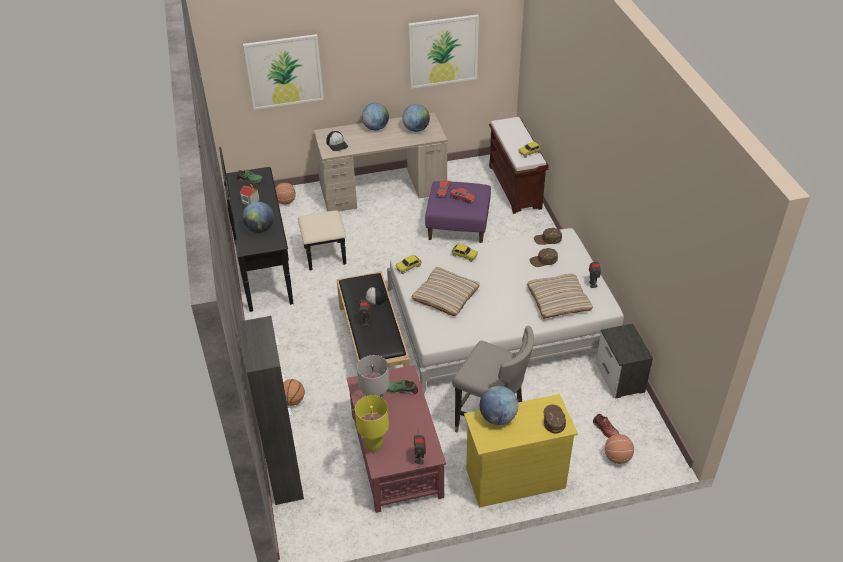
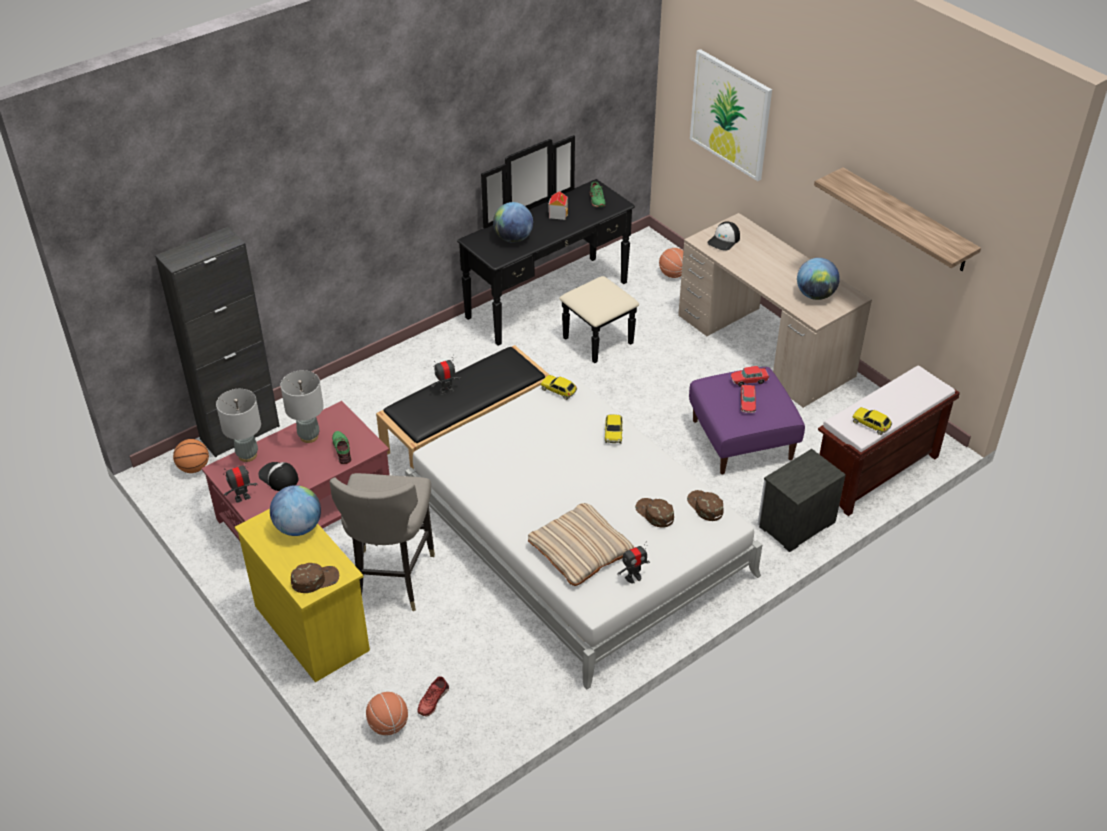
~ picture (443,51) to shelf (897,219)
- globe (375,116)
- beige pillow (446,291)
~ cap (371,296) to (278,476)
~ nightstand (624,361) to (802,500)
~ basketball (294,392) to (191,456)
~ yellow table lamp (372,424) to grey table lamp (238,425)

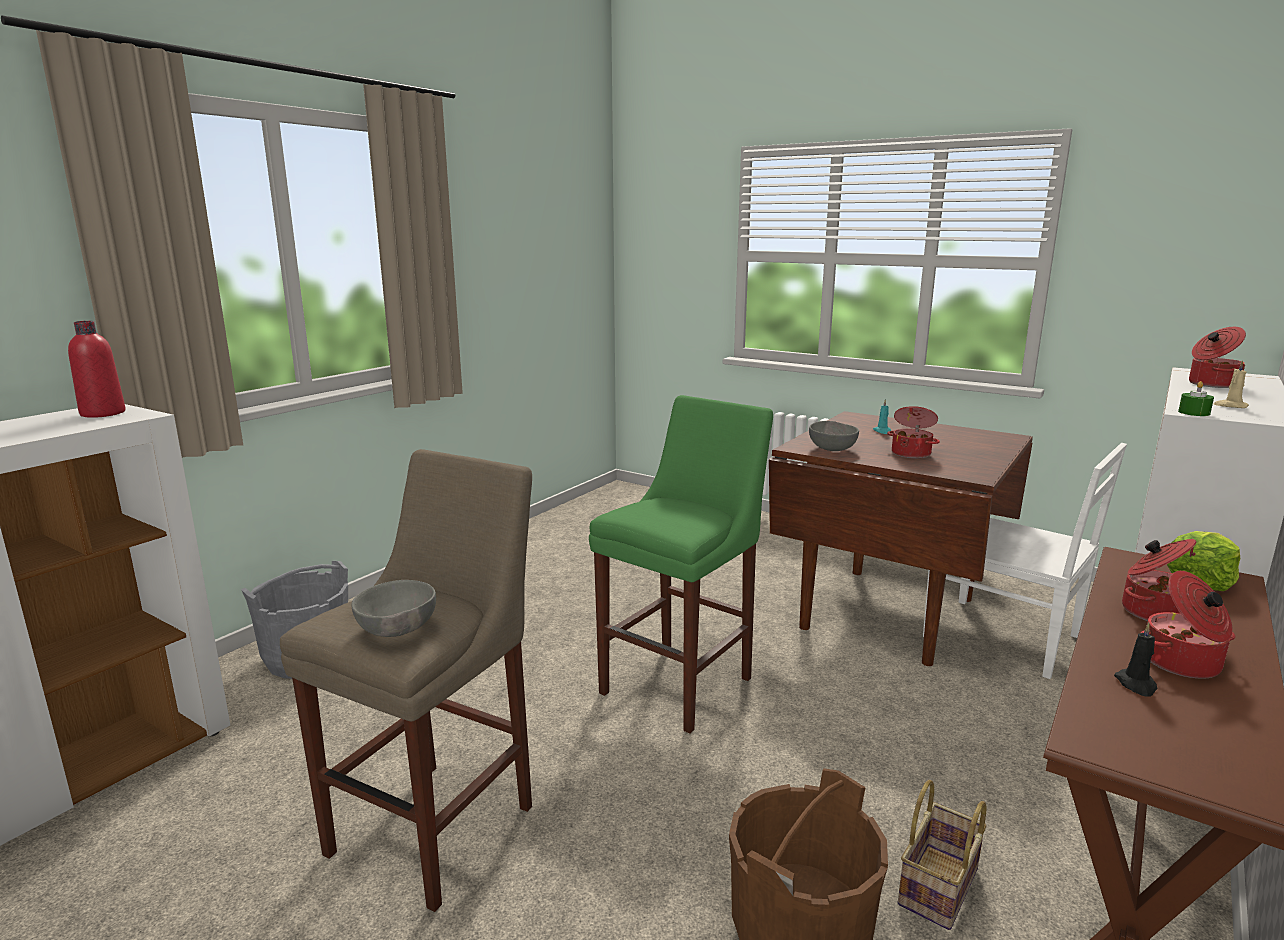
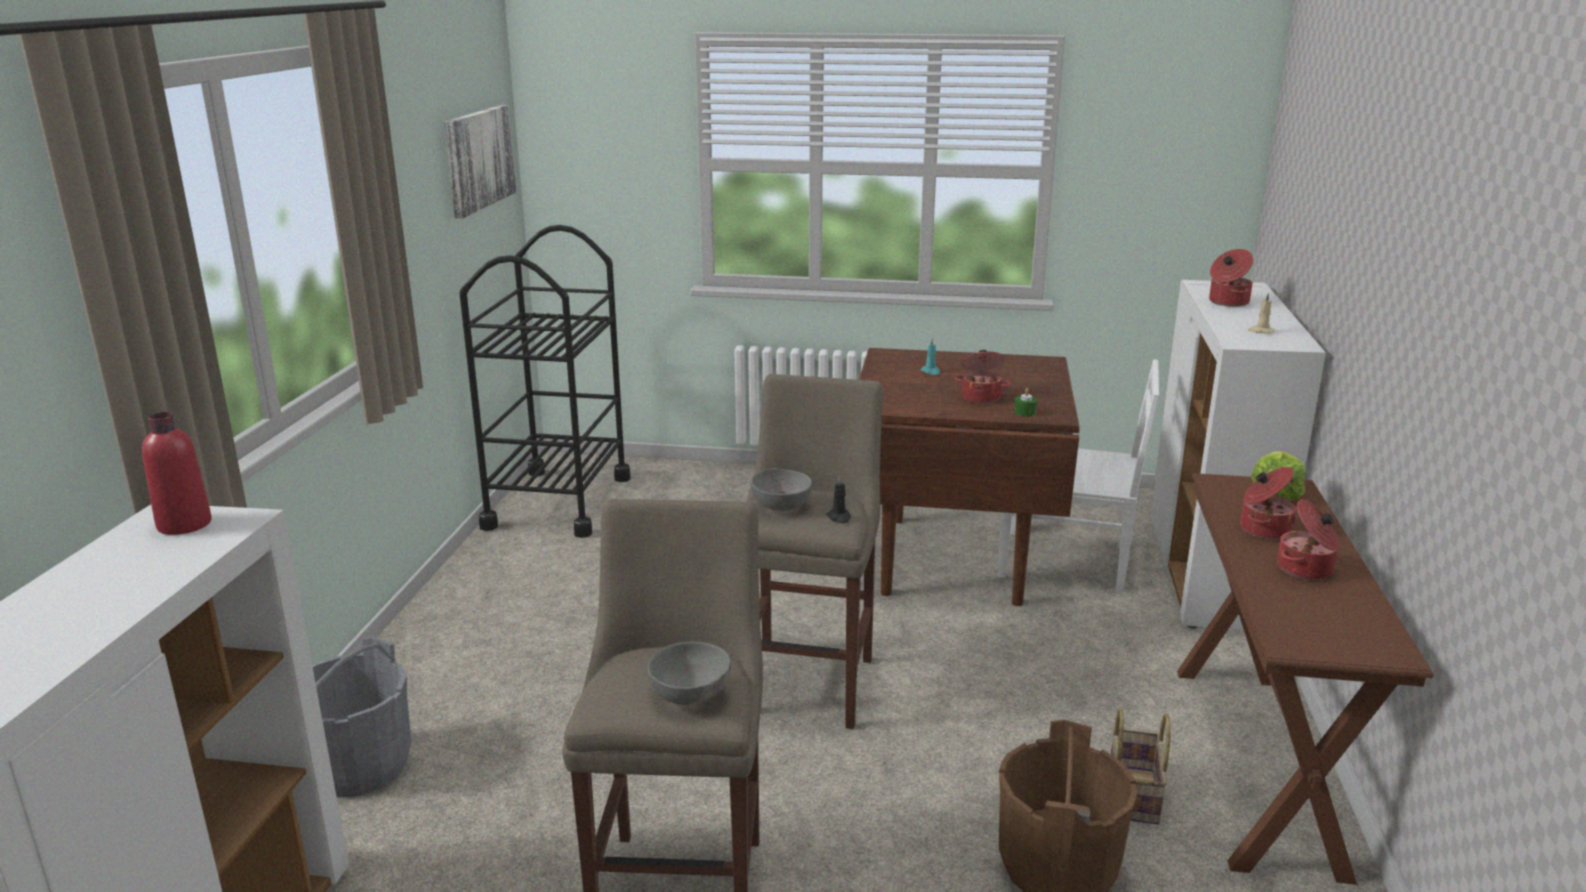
~ green candle (1196,398) to (1025,402)
~ green stool (681,564) to beige stool (814,551)
~ grey bowl (834,436) to (781,489)
~ black candle (1135,660) to (838,499)
+ picture (480,161)
+ black cart (545,381)

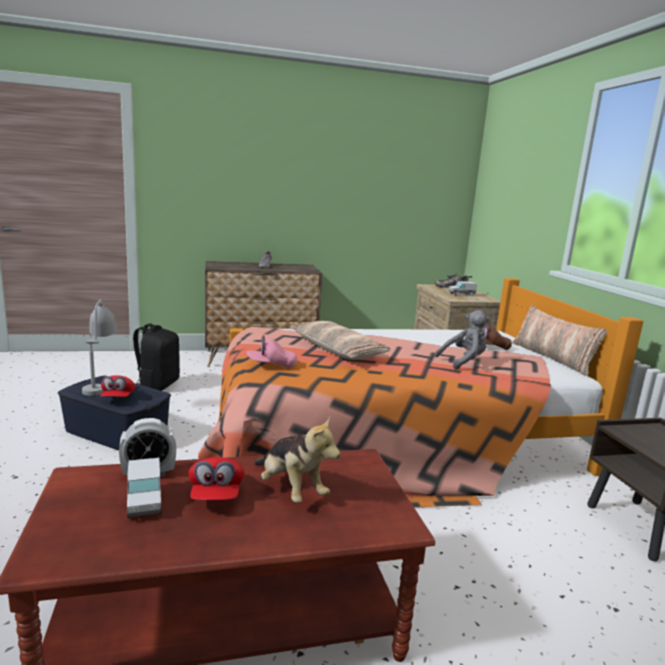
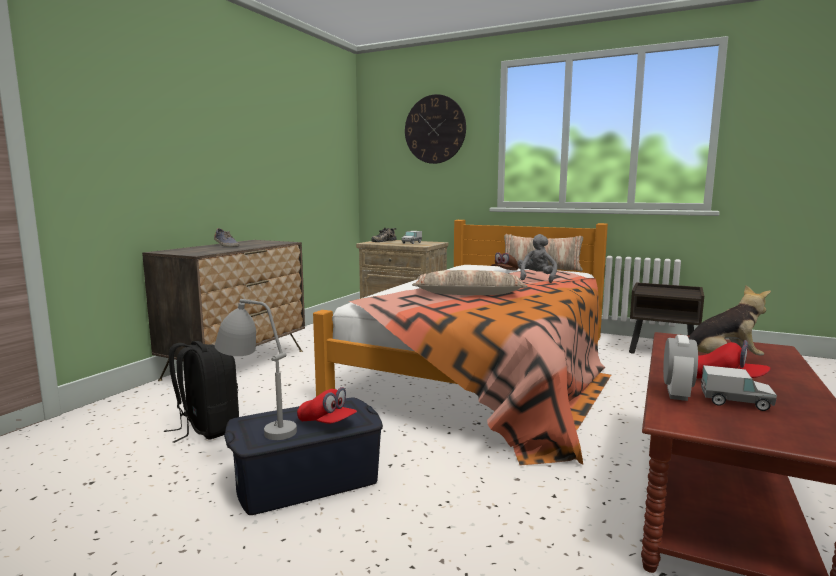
- pink cap (271,351)
+ wall clock (435,129)

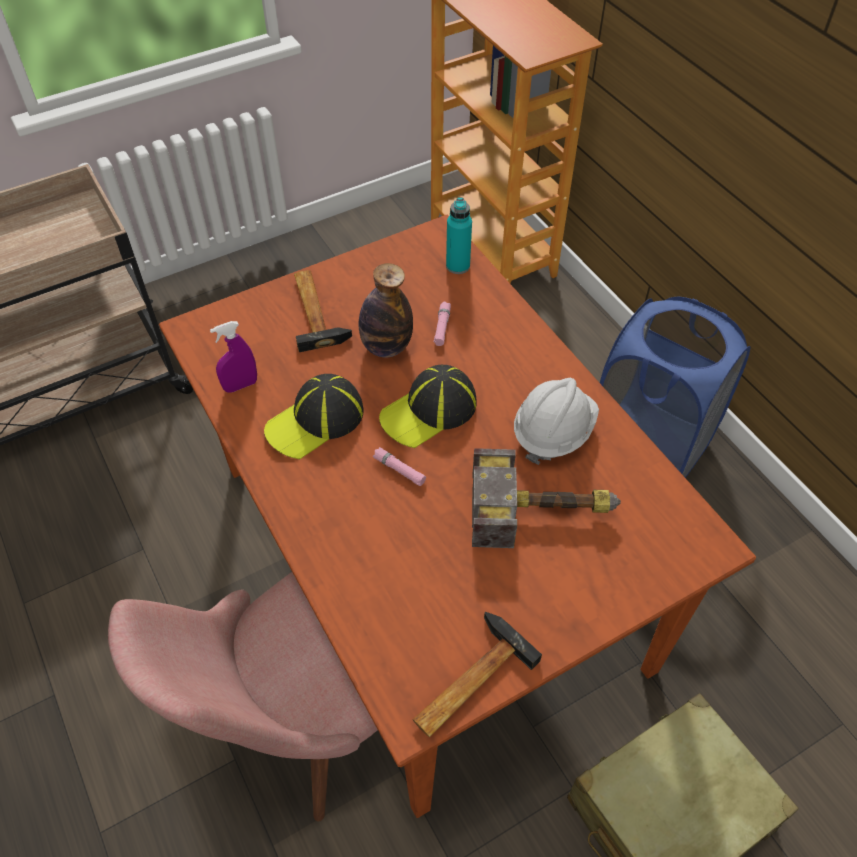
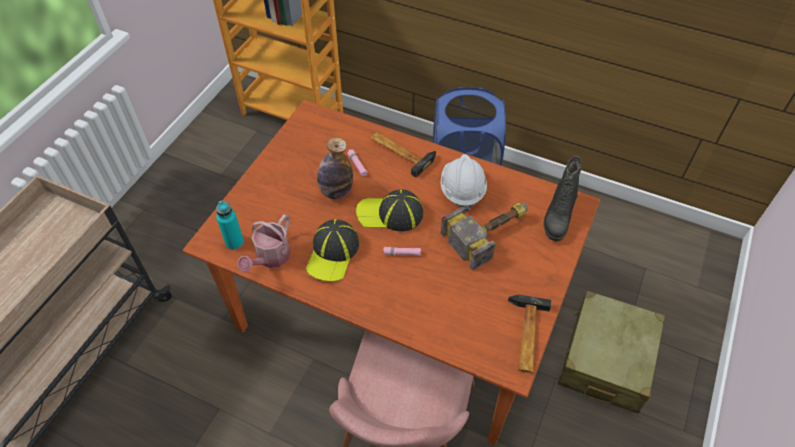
~ turquoise bottle (459,235) to (230,225)
~ hammer (323,311) to (403,155)
~ purple spray bottle (233,357) to watering can (264,243)
~ cap (428,406) = (389,210) 75 degrees clockwise
+ black boot (562,199)

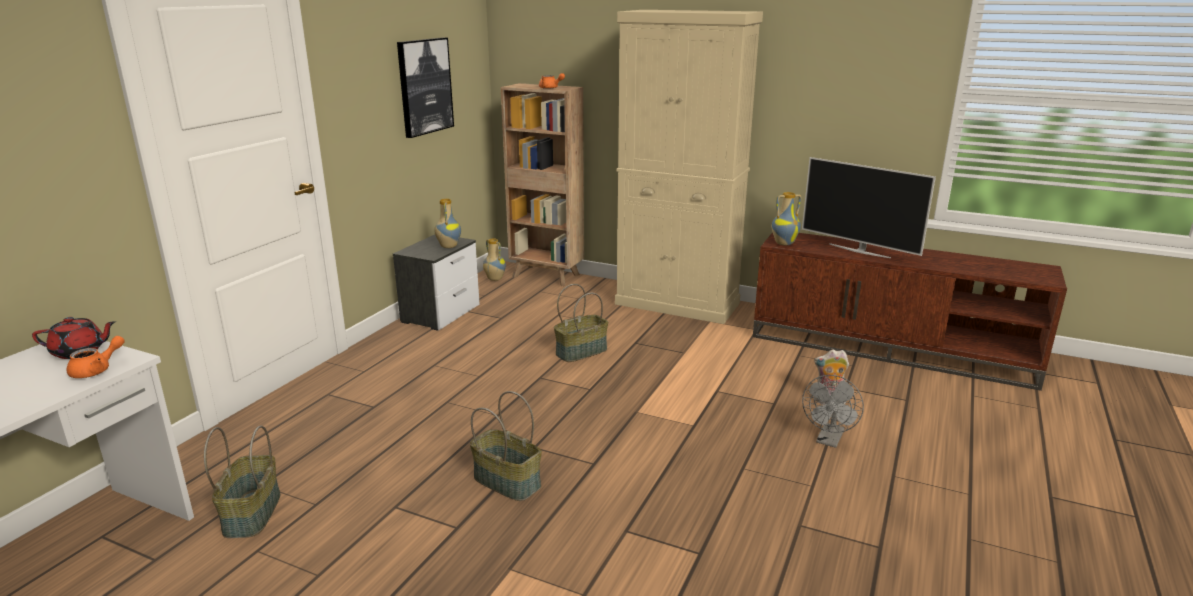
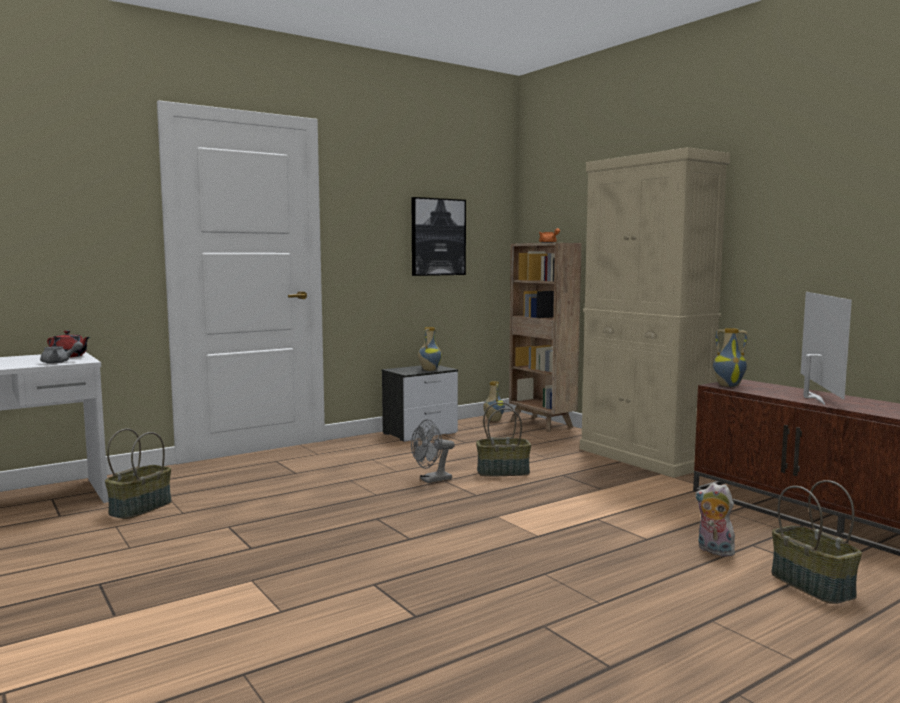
~ television (869,207) = (826,348) 150 degrees counterclockwise
~ orange teapot (95,357) to grey teapot (61,352)
~ grey fan (833,411) to (433,451)
~ basket (506,446) to (816,542)

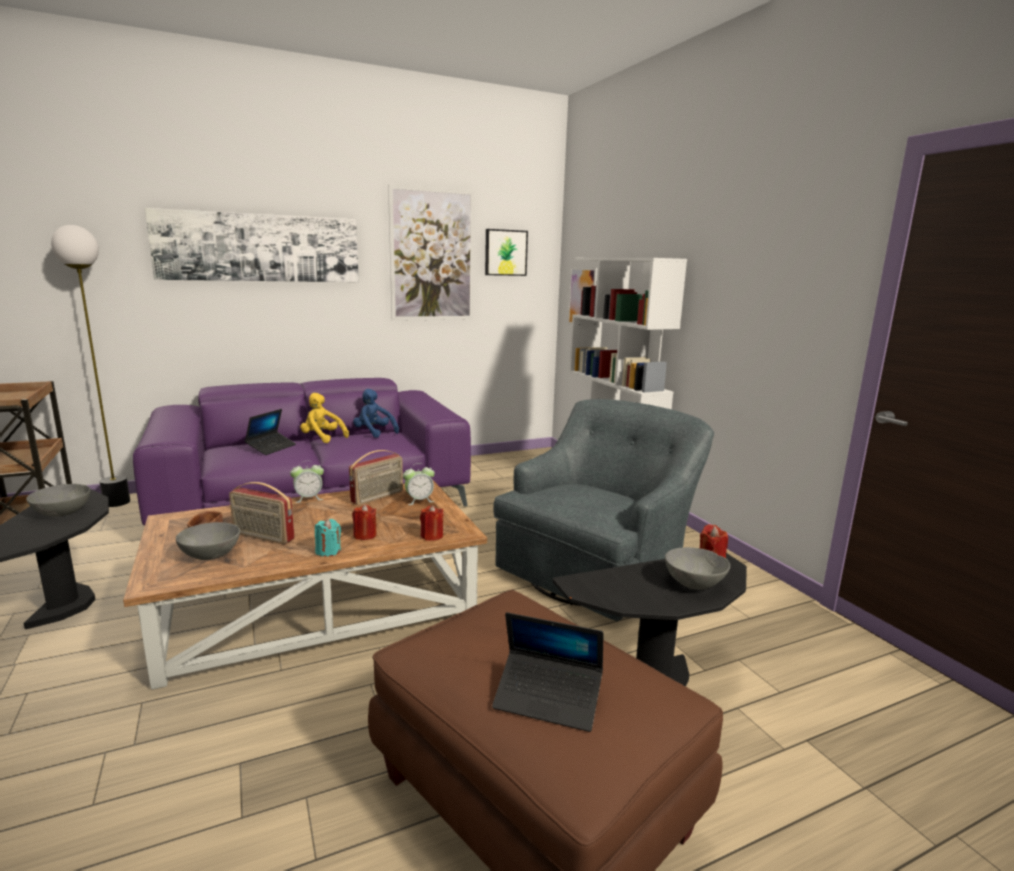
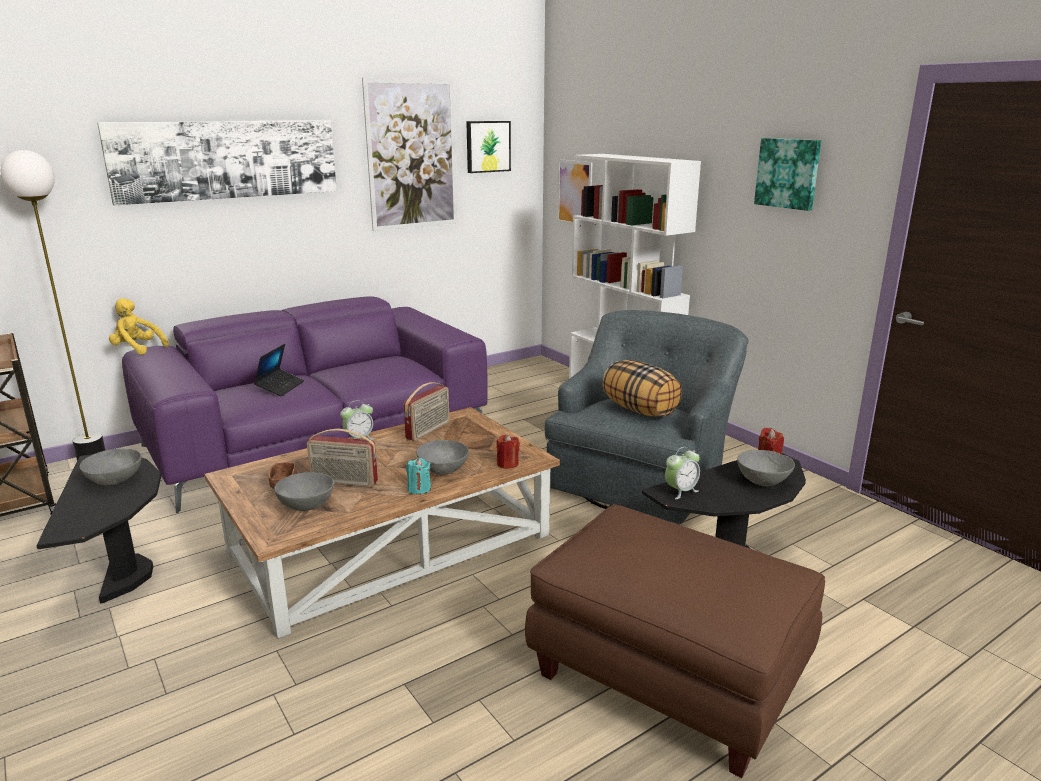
- blue plush toy (376,413)
~ yellow plush toy (324,418) to (139,326)
~ alarm clock (419,484) to (682,473)
~ red candle (364,522) to grey bowl (442,457)
- laptop (548,672)
+ picture (787,174)
+ pillow (642,388)

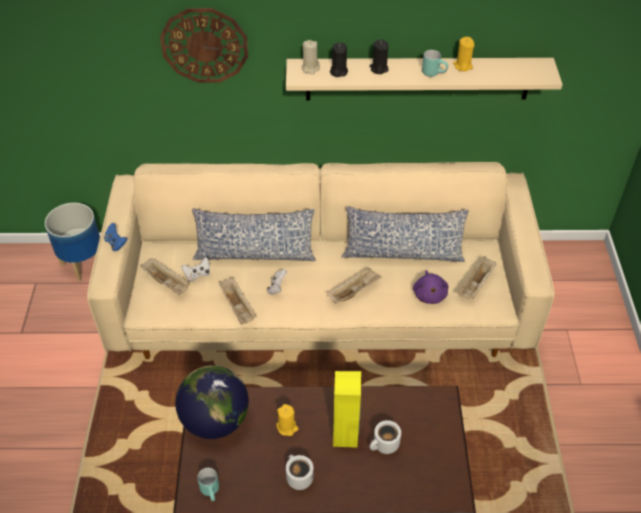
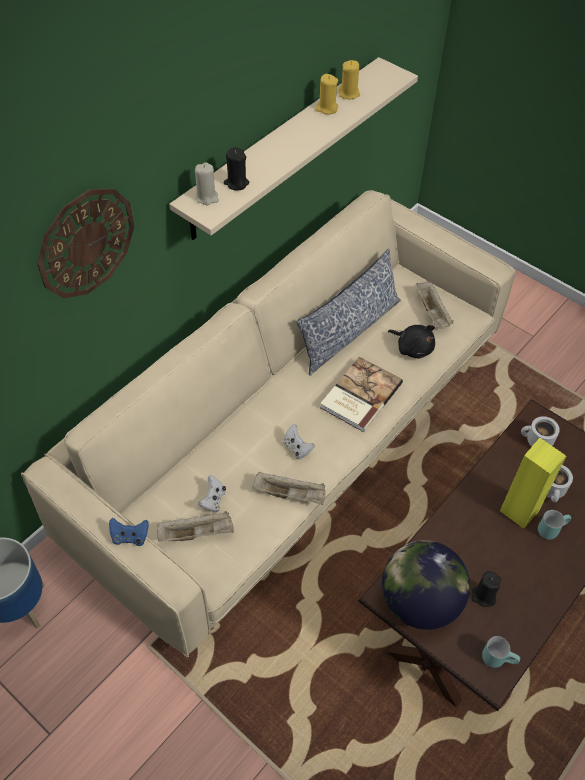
~ black candle (379,56) to (486,589)
~ turquoise mug (435,63) to (554,525)
- pillow (254,235)
~ beige tray (354,285) to book (361,394)
~ purple plush toy (430,287) to black plush toy (411,342)
~ yellow candle (287,420) to (349,79)
~ white mug (299,472) to (540,431)

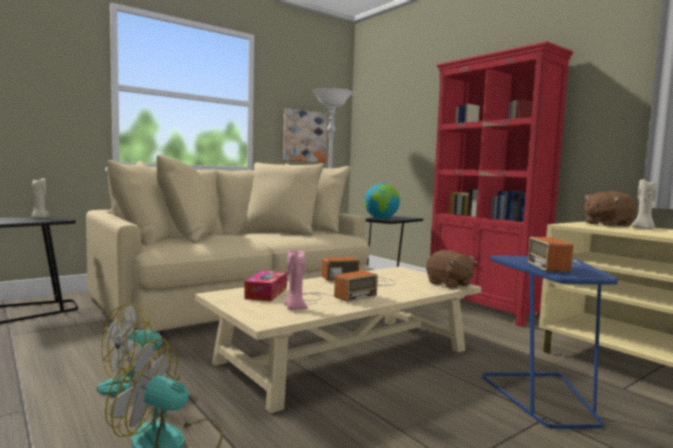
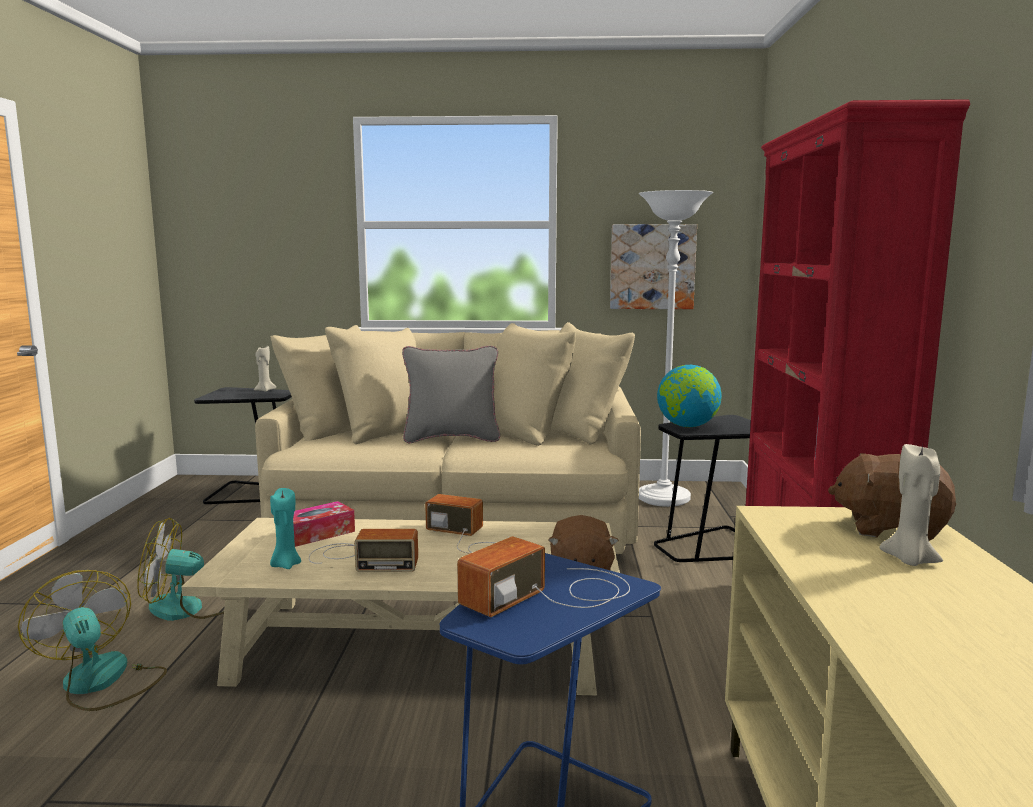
~ pink candle (296,279) to turquoise candle (285,528)
+ grey pillow (451,394)

